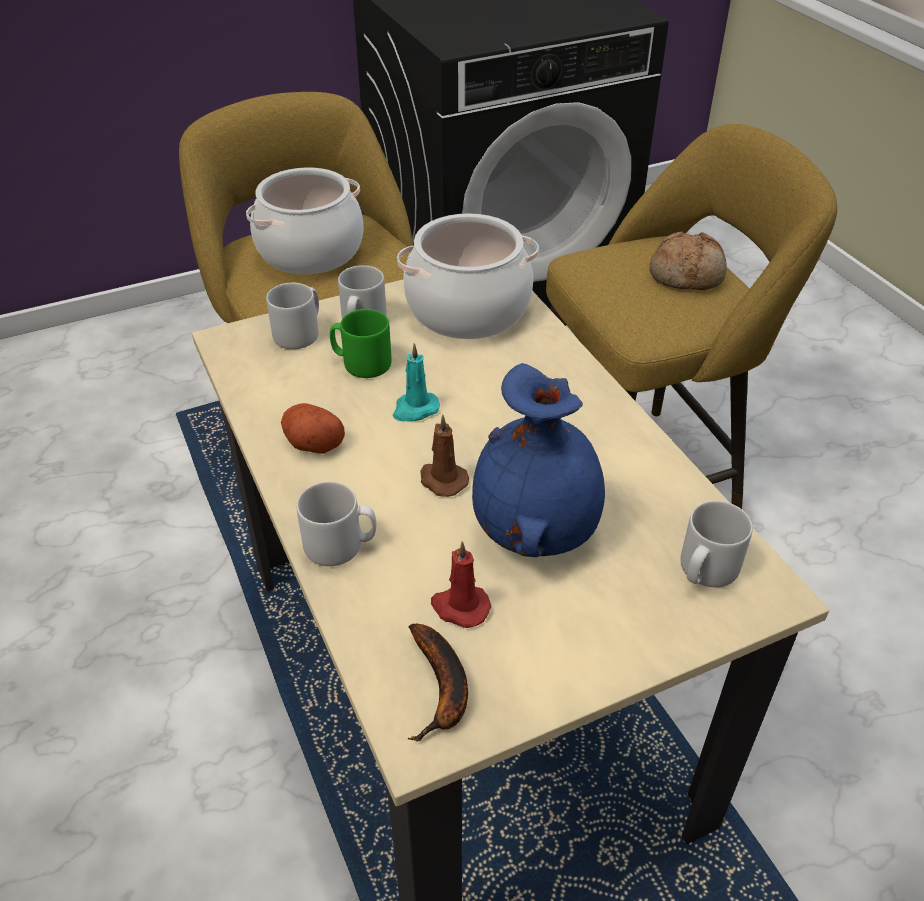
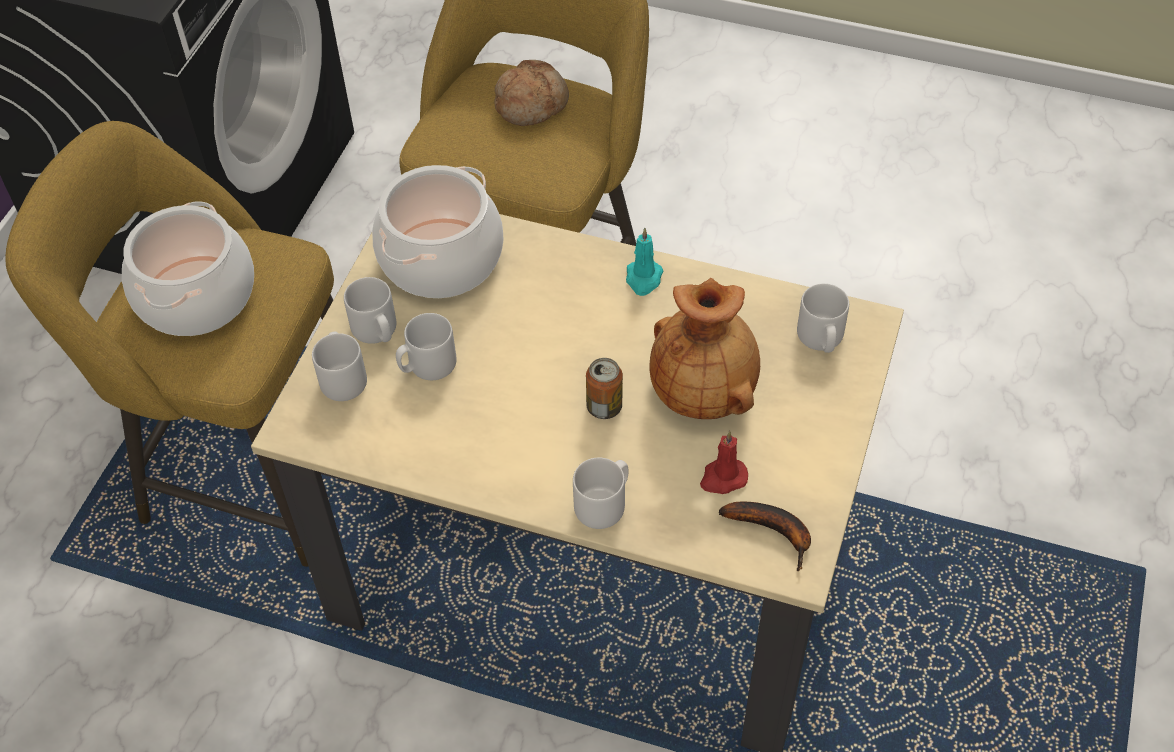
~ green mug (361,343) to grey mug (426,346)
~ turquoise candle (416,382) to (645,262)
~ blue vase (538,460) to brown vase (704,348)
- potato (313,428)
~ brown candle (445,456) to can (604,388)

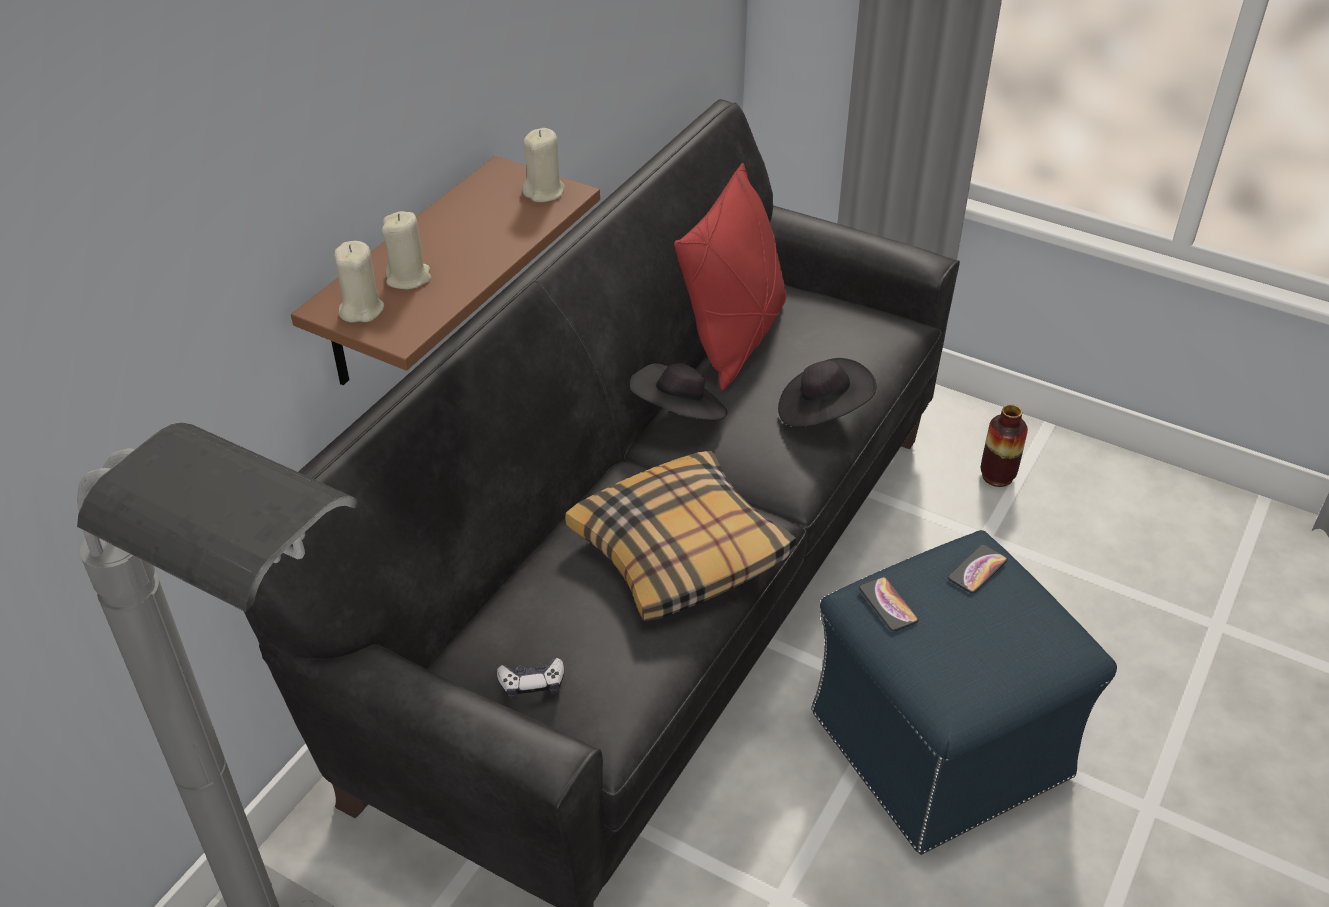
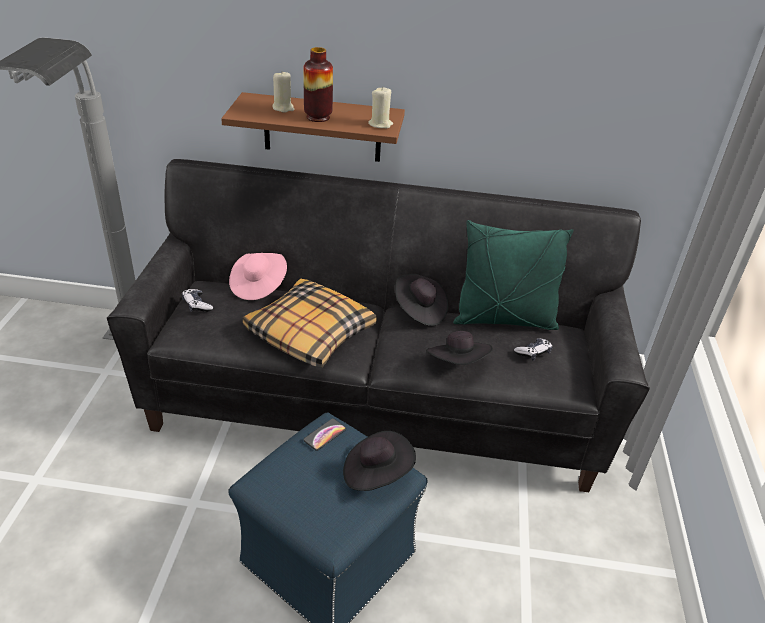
~ red pillow (730,276) to green pillow (513,275)
- beige candle (359,281)
~ vase (1004,446) to (318,84)
~ phone (977,569) to black hat (379,461)
+ pink hat (258,276)
+ game controller (533,349)

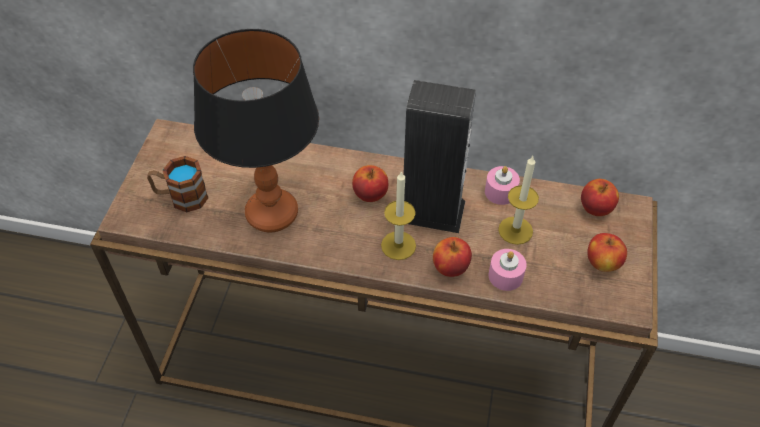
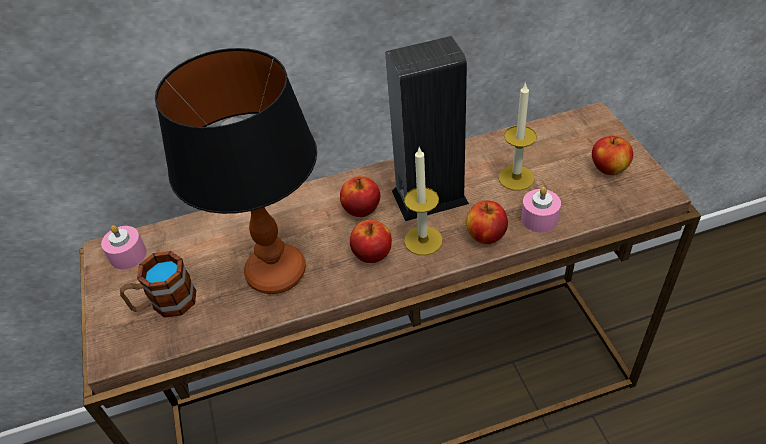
~ pink candle (502,185) to (124,247)
~ apple (600,197) to (371,241)

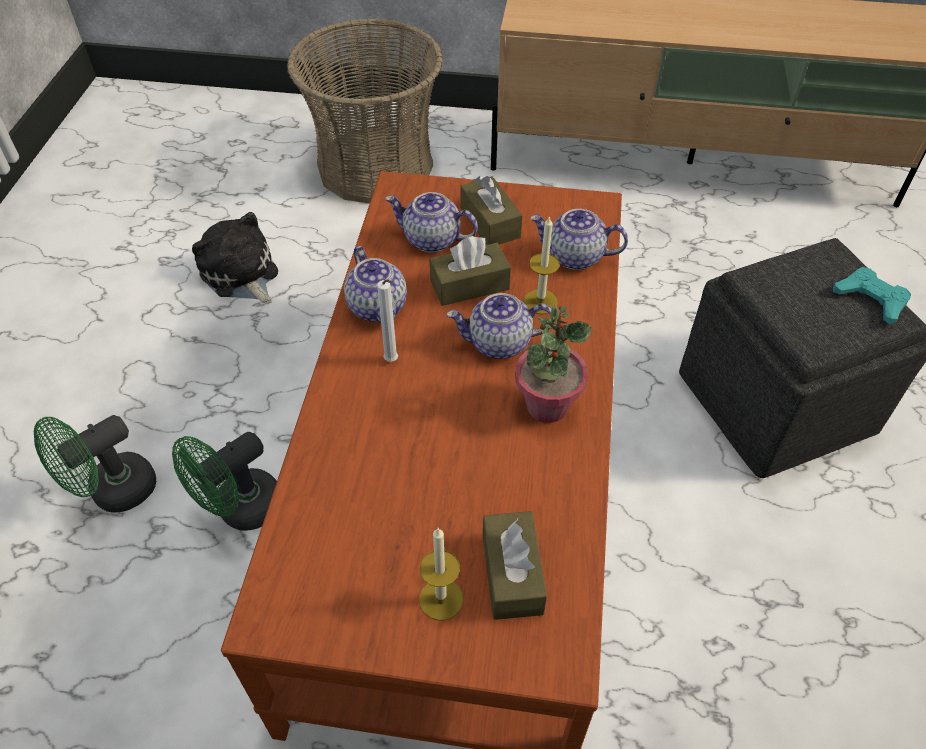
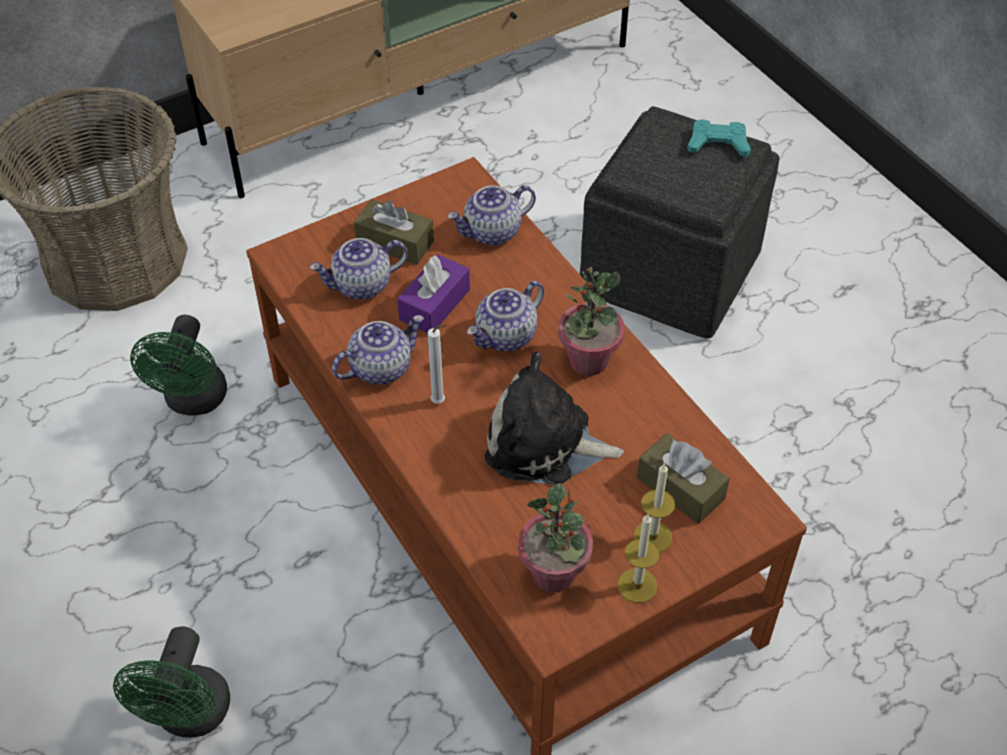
~ plush toy (235,258) to (554,418)
~ candle (542,264) to (639,558)
~ brown tissue box (470,271) to purple tissue box (433,293)
~ teapot (375,284) = (378,349) 60 degrees counterclockwise
~ green fan (224,481) to (178,365)
+ potted plant (555,537)

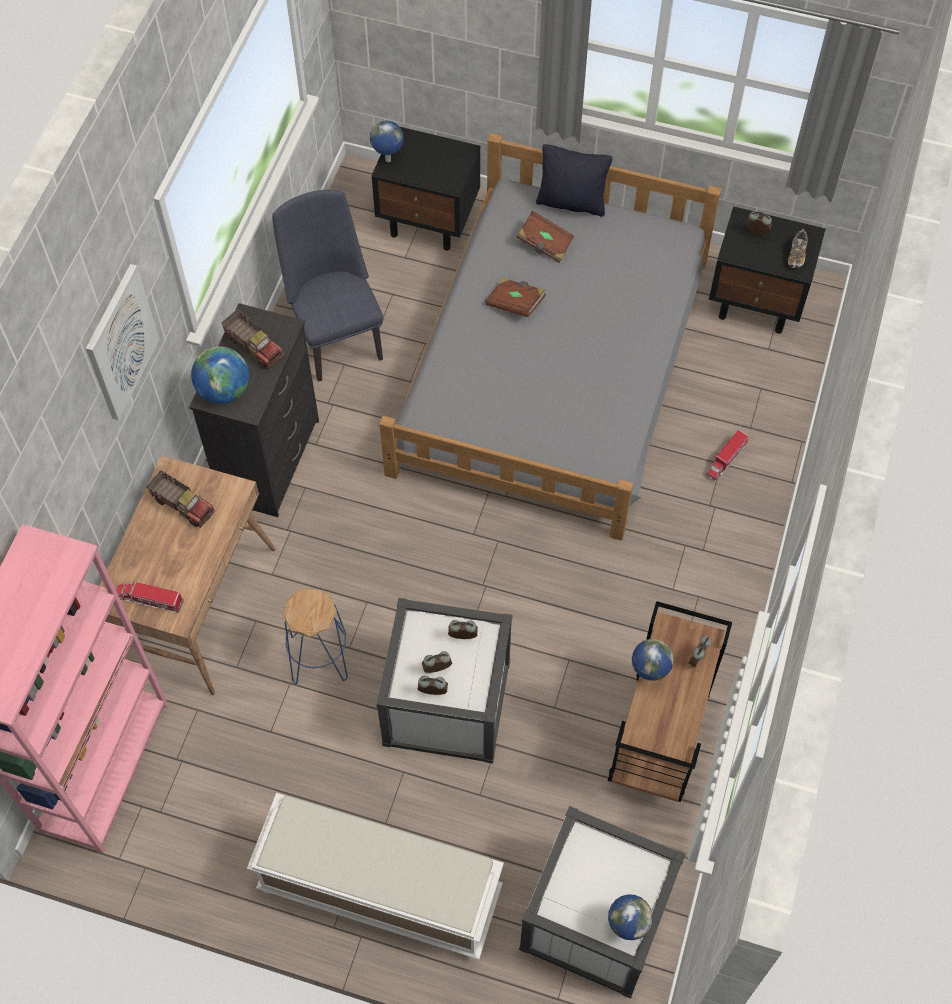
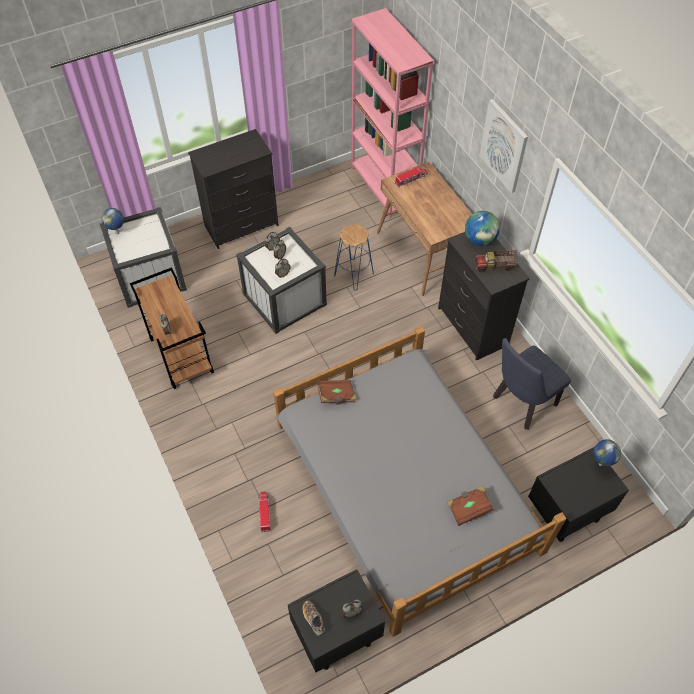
- black pillow (574,180)
~ blue chair (327,286) = (532,384) 120 degrees clockwise
~ brown book (515,297) to (336,392)
- toy truck (180,499)
- globe (653,660)
~ white bench (375,876) to black dresser (233,189)

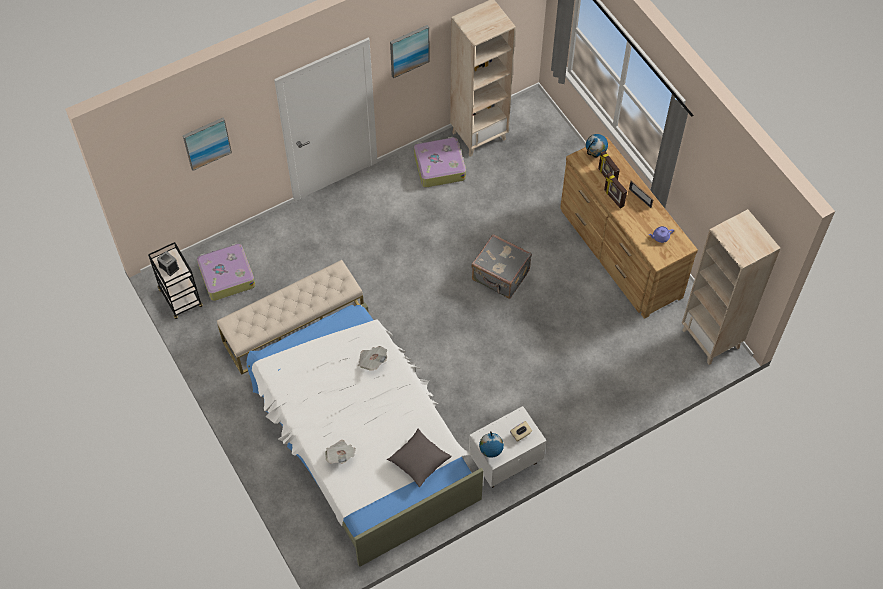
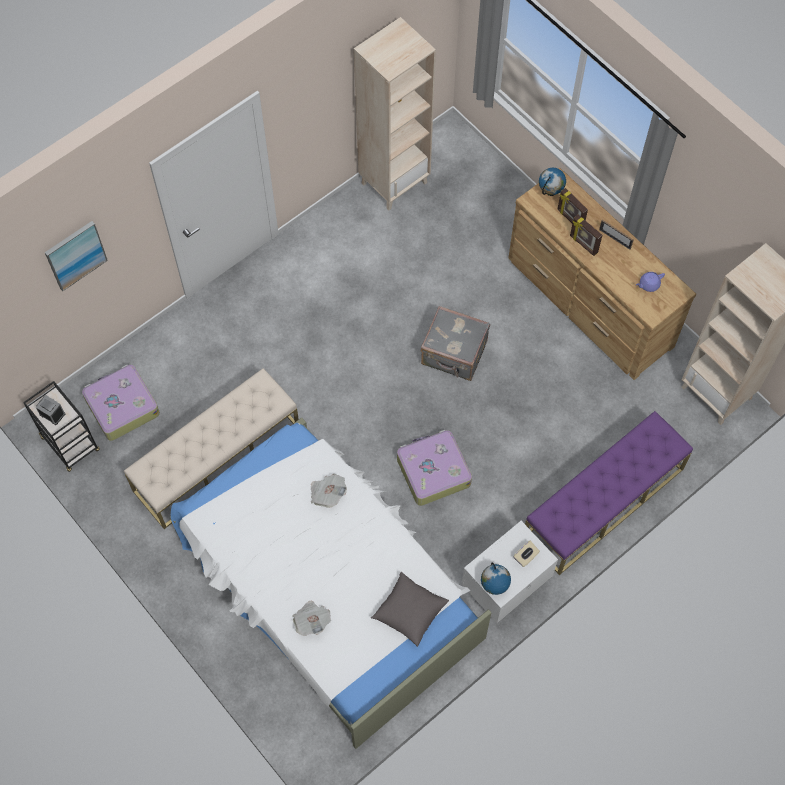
- picture (410,51)
~ suitcase (440,162) to (434,468)
+ purple bench (609,493)

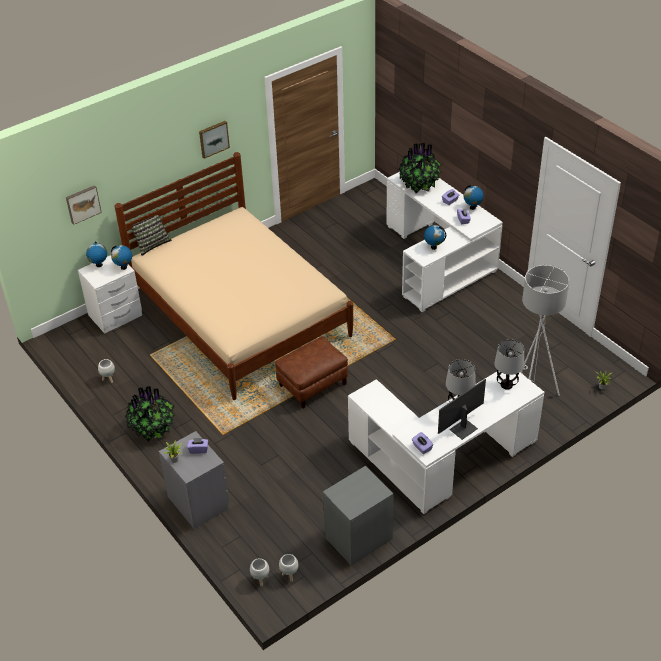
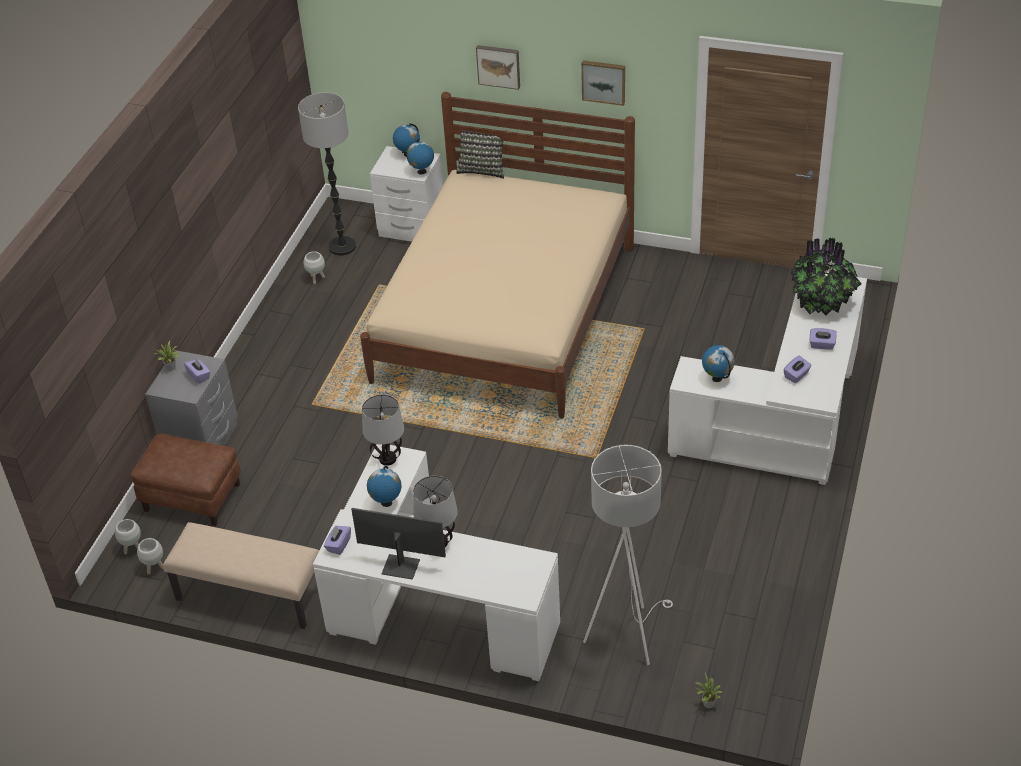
~ picture (84,205) to (498,67)
~ globe (474,197) to (384,486)
~ brown ottoman (311,372) to (186,479)
~ table lamp (509,364) to (383,430)
- potted plant (150,413)
~ grey nightstand (358,516) to beige bench (241,575)
+ floor lamp (327,174)

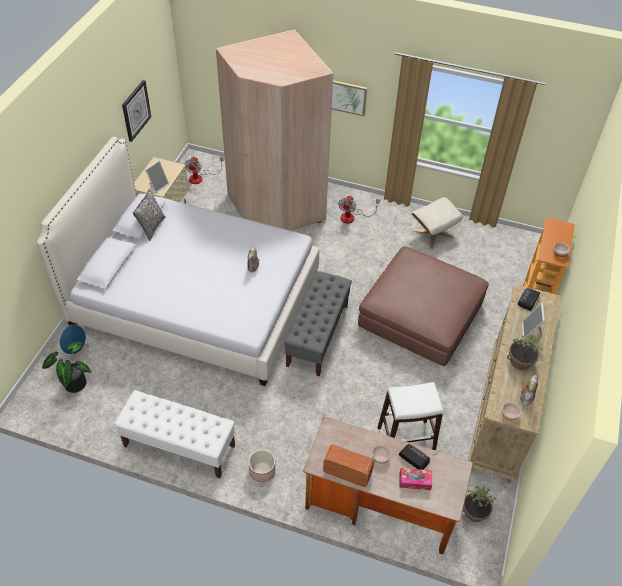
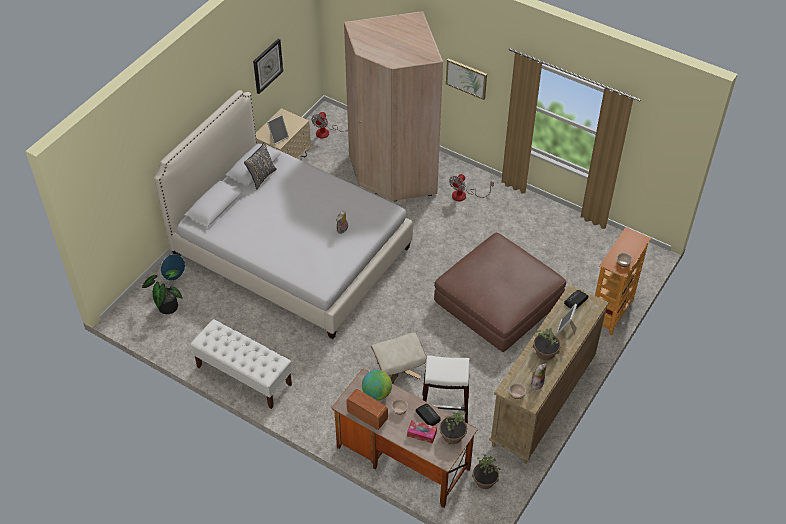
~ beige ottoman (437,223) to (399,358)
- grey bench (318,323)
- planter (261,466)
+ globe (377,385)
+ potted plant (453,428)

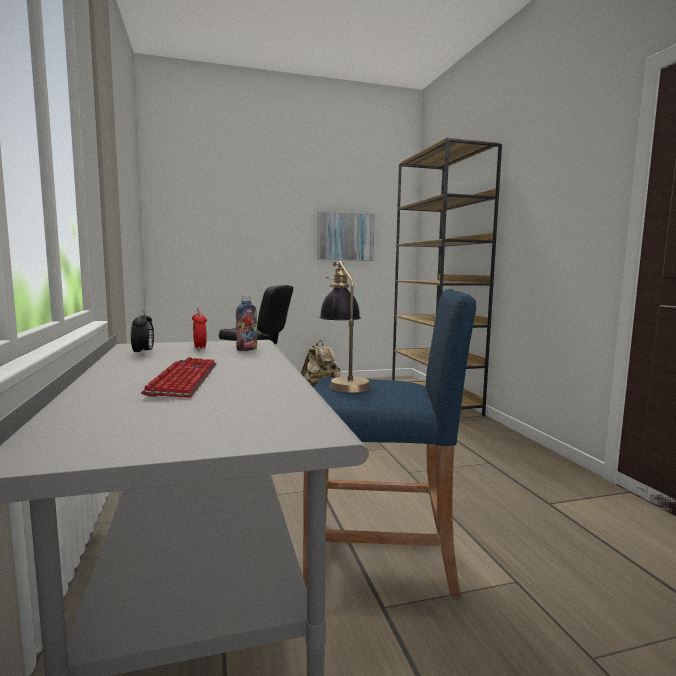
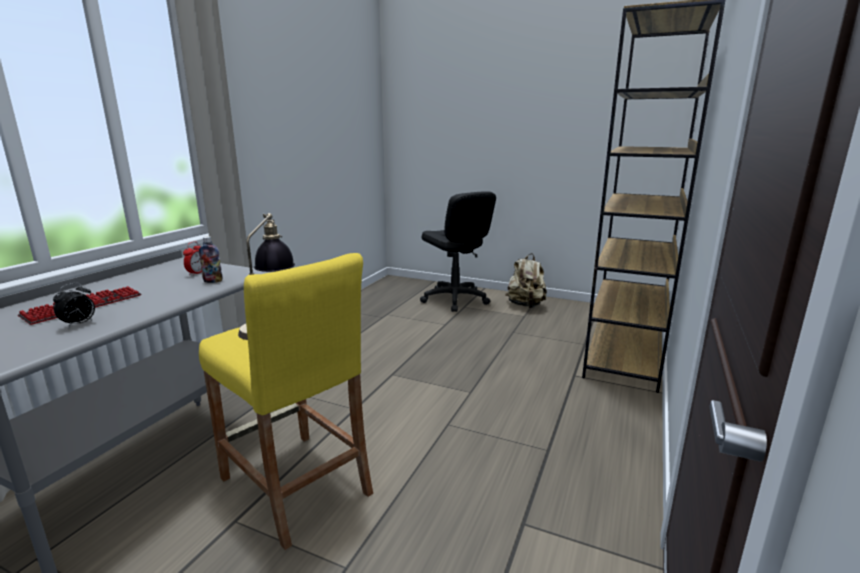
- picture (346,236)
~ blue stool (389,444) to yellow stool (286,401)
~ alarm clock (142,332) to (74,305)

